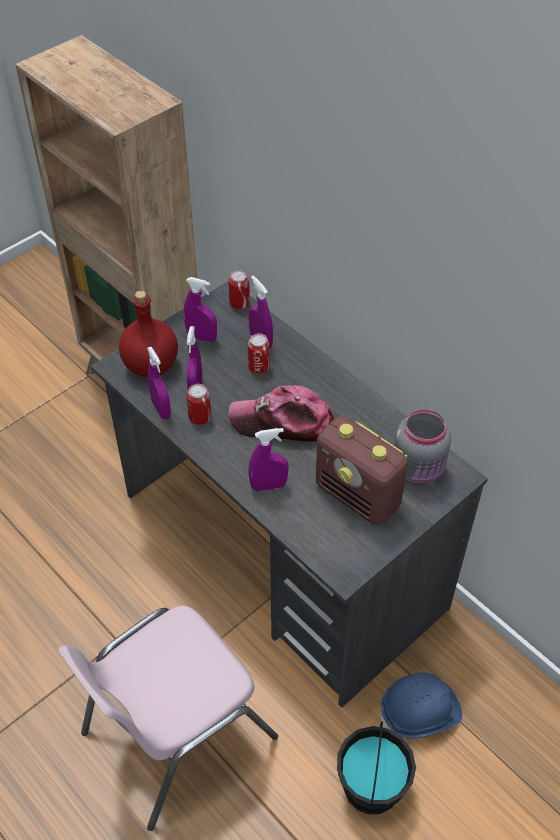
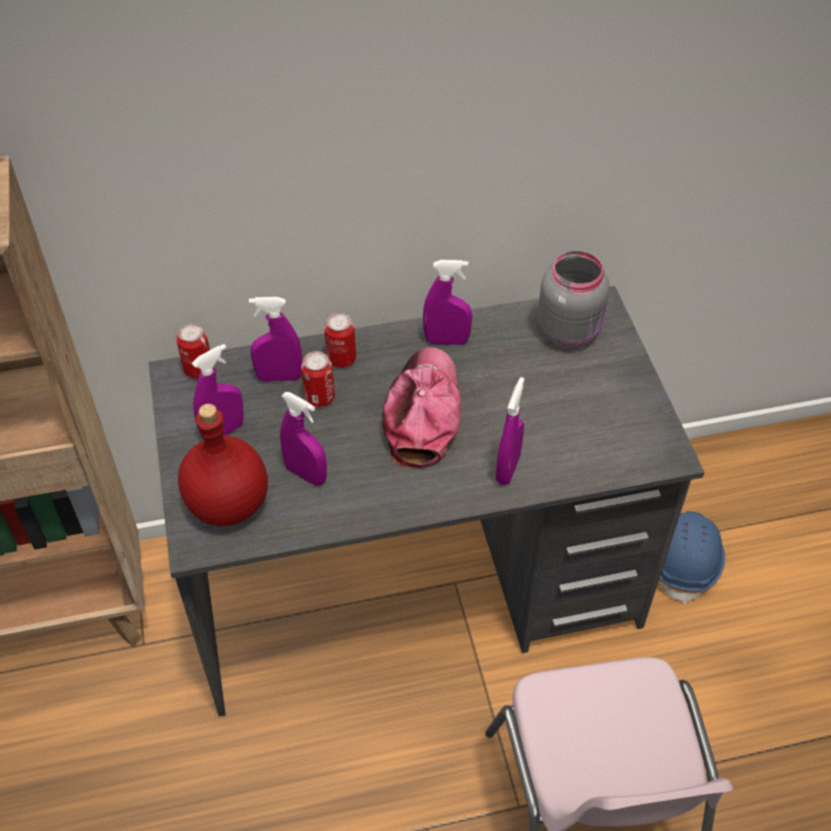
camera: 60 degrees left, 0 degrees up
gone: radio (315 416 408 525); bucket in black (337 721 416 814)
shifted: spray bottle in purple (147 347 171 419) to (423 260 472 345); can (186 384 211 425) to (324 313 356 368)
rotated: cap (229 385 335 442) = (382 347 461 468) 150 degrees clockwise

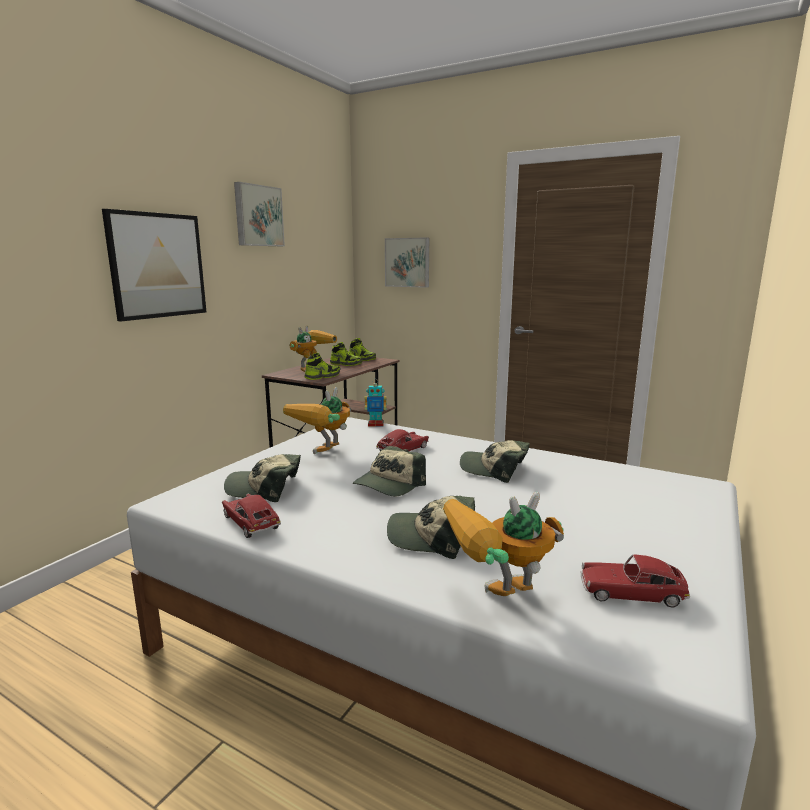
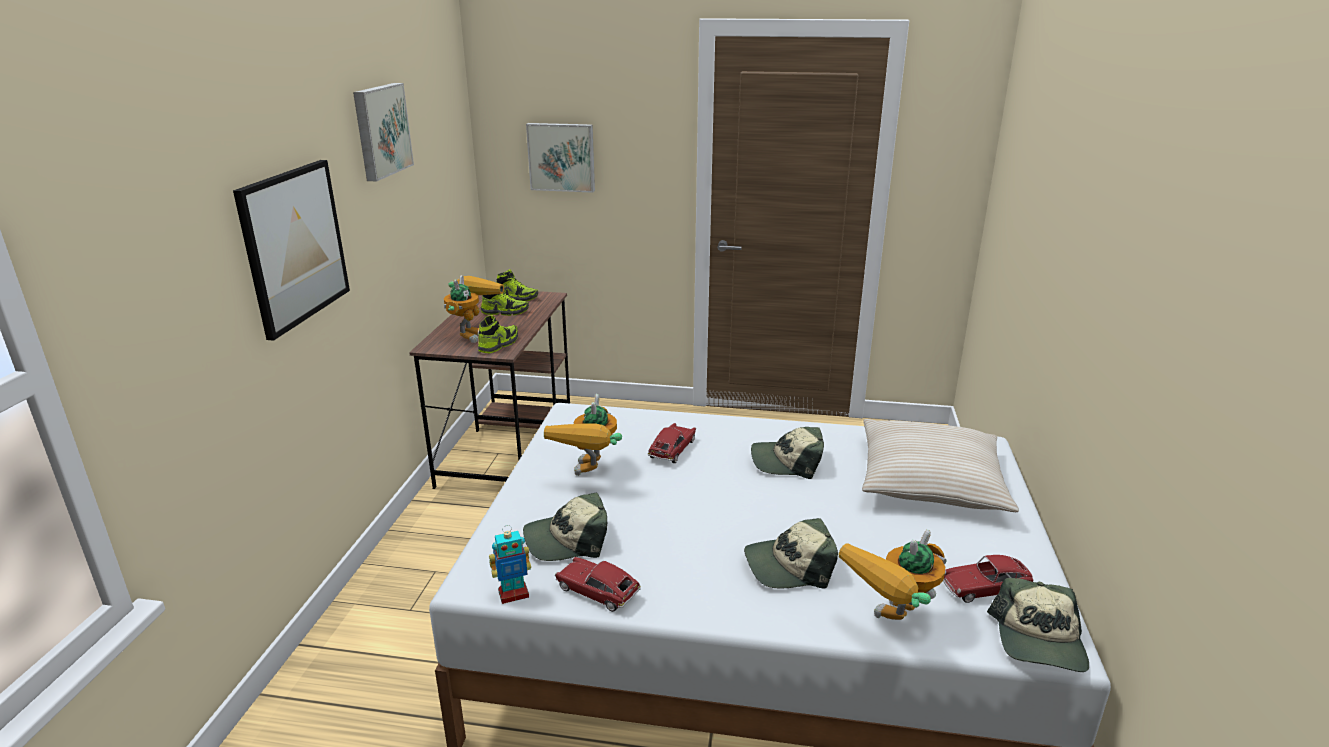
camera: 20 degrees left, 10 degrees up
new: pillow in beige (862 419 1019 512)
shifted: toy robot (365 379 387 427) to (489 525 531 604); cap (353 446 426 496) to (987 578 1089 672)

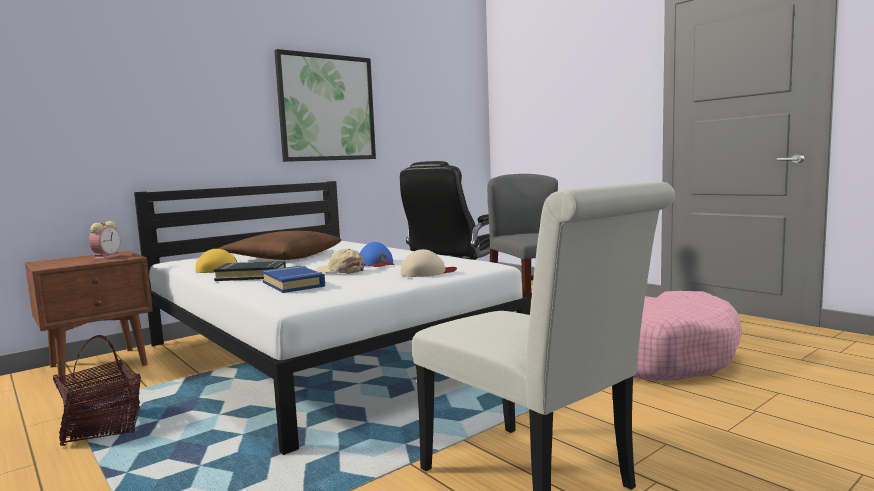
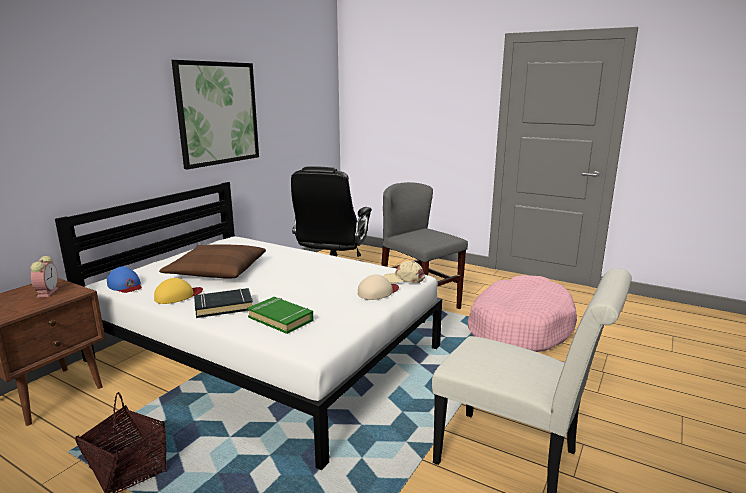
camera: 20 degrees left, 10 degrees up
shifted: cap in blue (359 242 394 267) to (107 266 142 293); cap in beige (316 248 365 274) to (384 261 425 283)
repainted: book in blue (262 266 325 293) to book in green (247 297 314 334)

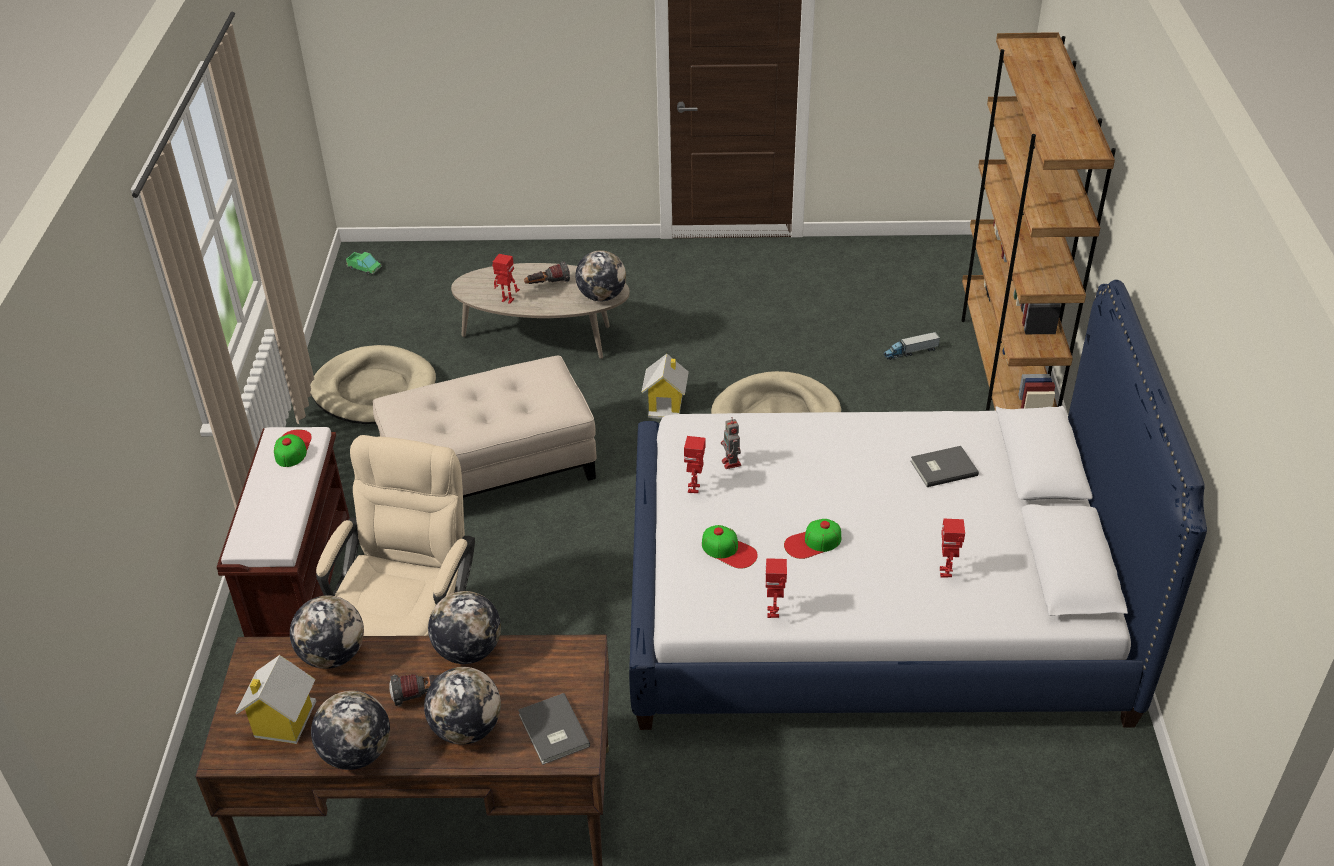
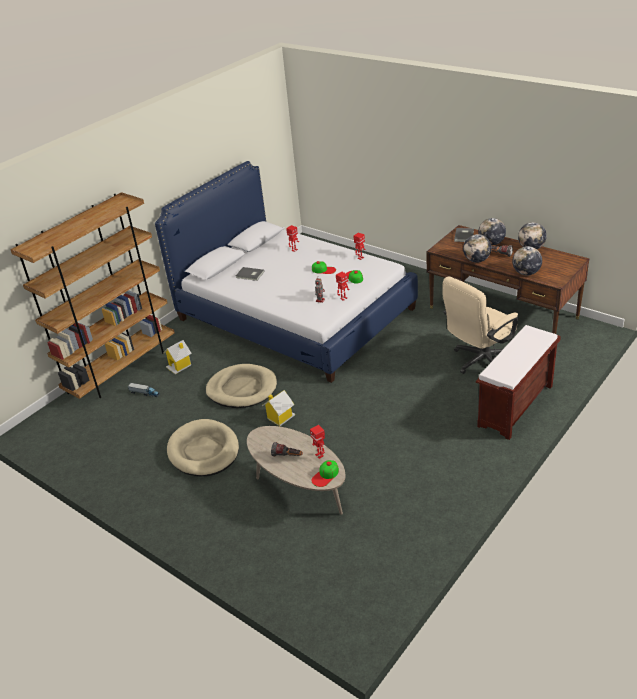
camera: 140 degrees left, 5 degrees down
gone: globe (575 250 626 301); toy truck (346 252 382 275); ottoman in beige (373 356 597 498)
shifted: dog bed in beige (310 345 436 424) to (167 419 239 476); cap (274 429 312 467) to (311 460 339 487); toy house (235 655 316 744) to (163 340 192 374)

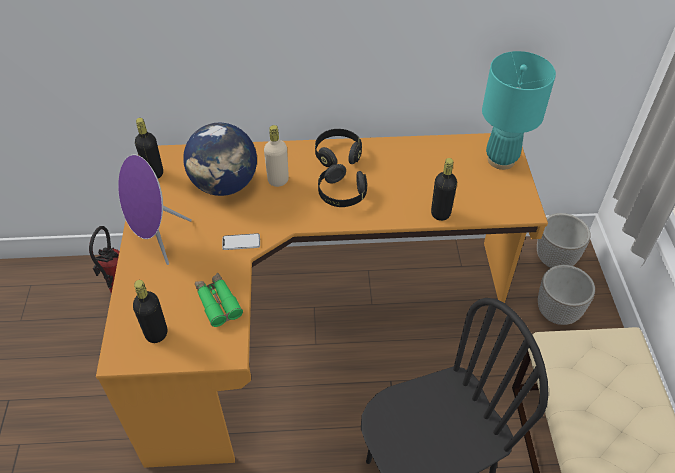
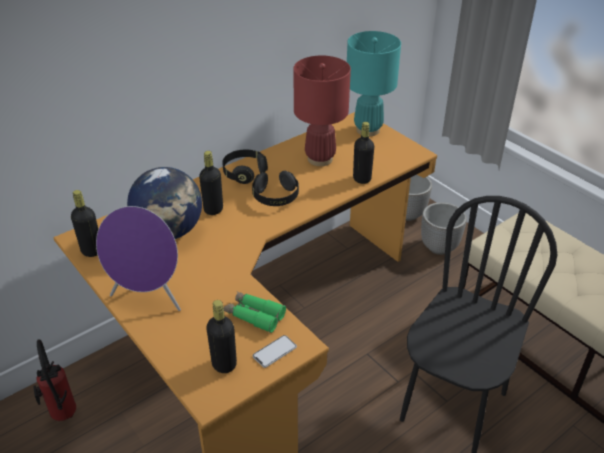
camera: 35 degrees left, 10 degrees down
new: table lamp in red (293 56 351 166)
shifted: phone (222 233 260 250) to (252 335 297 368)
repainted: bottle in beige (264 125 289 187) to bottle in black (199 151 223 215)

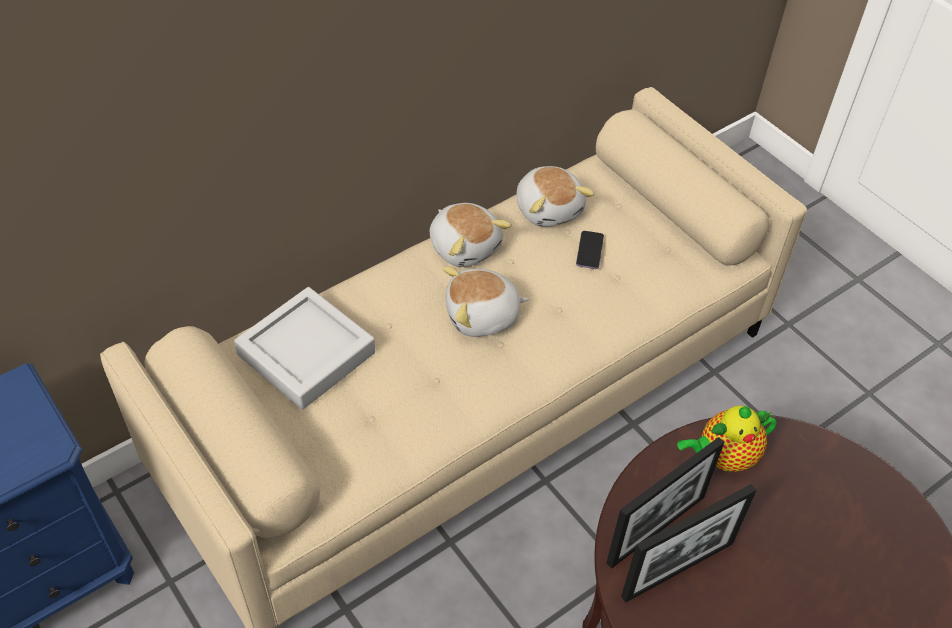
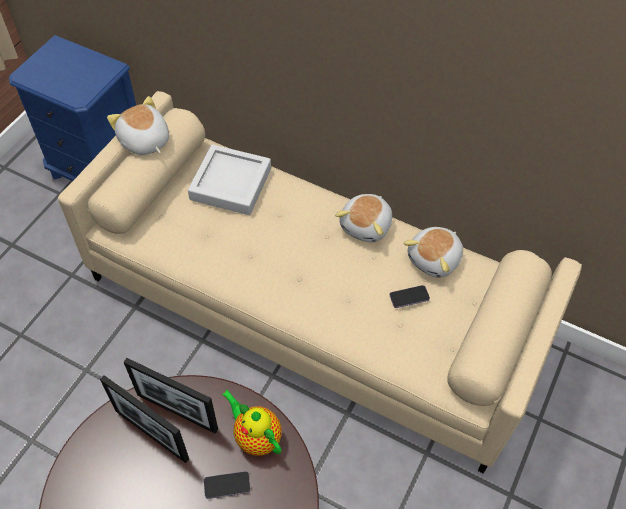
camera: 65 degrees right, 5 degrees up
new: phone (204 471 251 499)
shifted: plush toy (443 267 529 337) to (107 96 169 155)

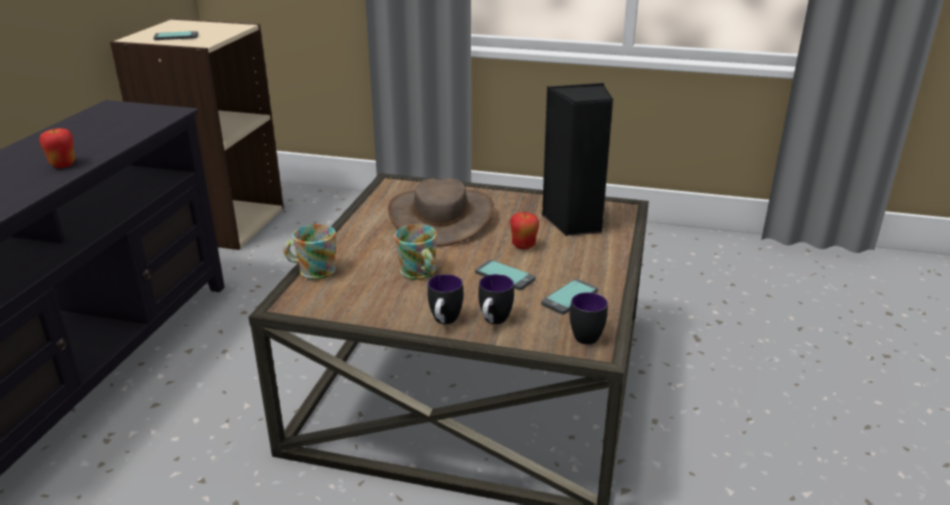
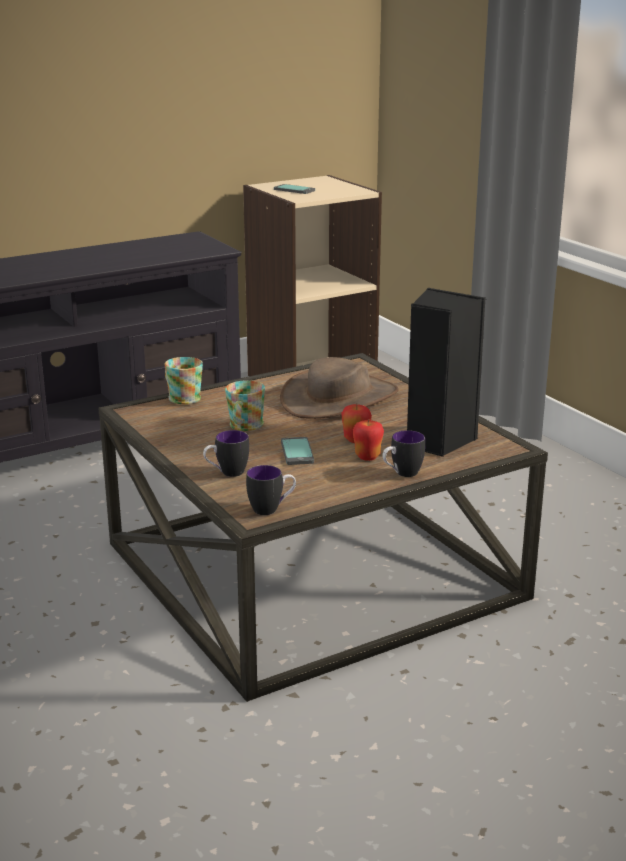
camera: 45 degrees right, 5 degrees down
gone: phone (541 279 598 314)
shifted: apple (39 126 75 168) to (353 420 384 461); mug (428 274 463 324) to (382 430 425 477)

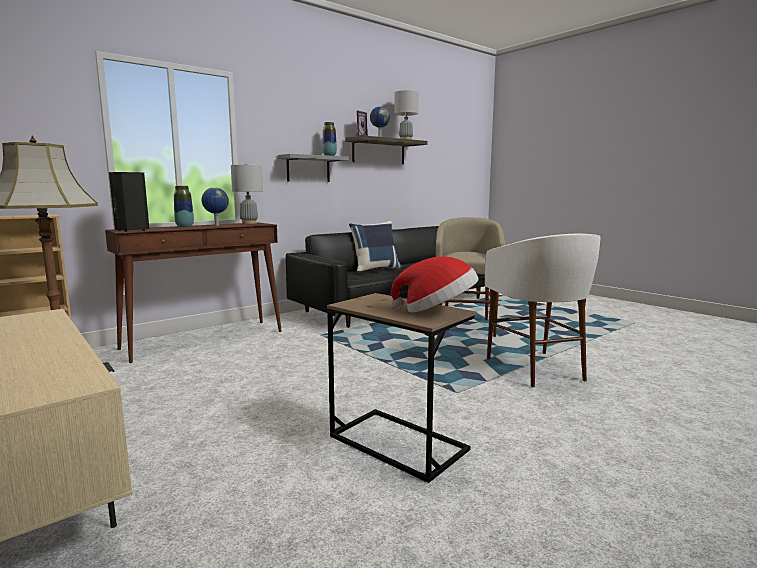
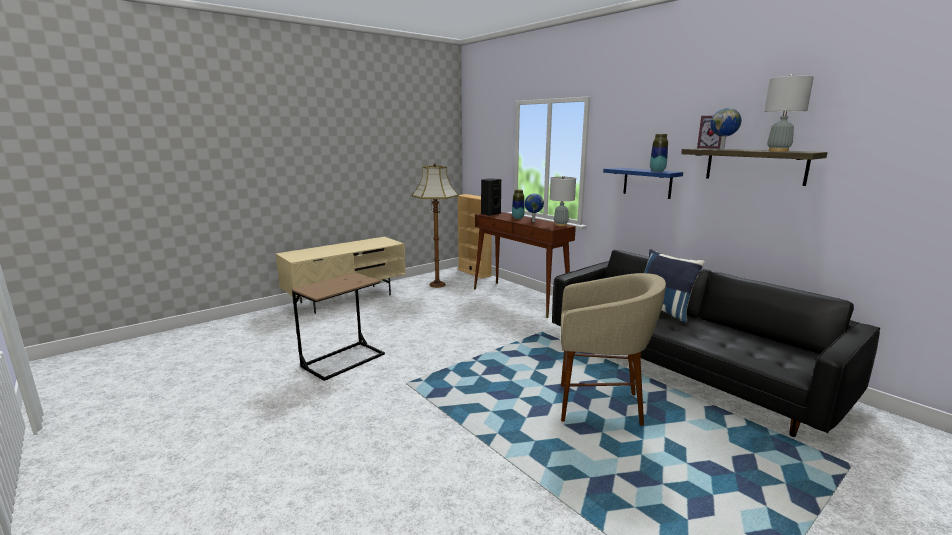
camera: 90 degrees right, 5 degrees up
gone: stool in white (485 234 601 387); hat (391 256 479 313)
repainted: shelf in grey (278 154 349 182) to shelf in blue (603 168 683 199)

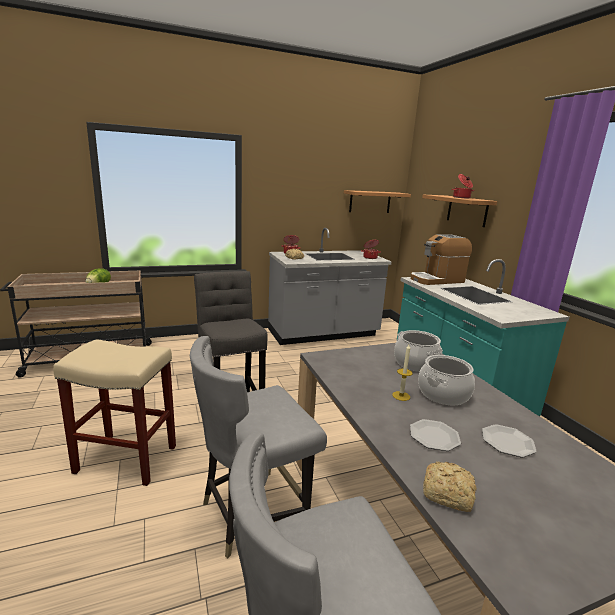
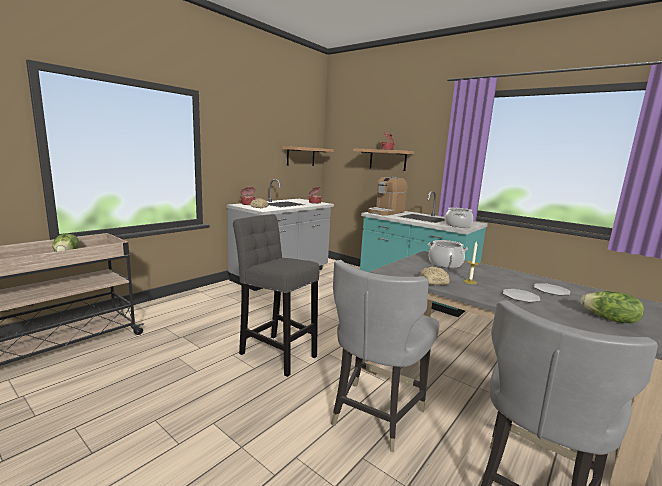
camera: 30 degrees left, 5 degrees down
gone: stool in beige (53 339 176 486)
new: lettuce (581 291 644 324)
shifted: cooking pot (418 355 475 405) to (445 207 473 227); bread (423 462 477 512) to (420 266 450 285)

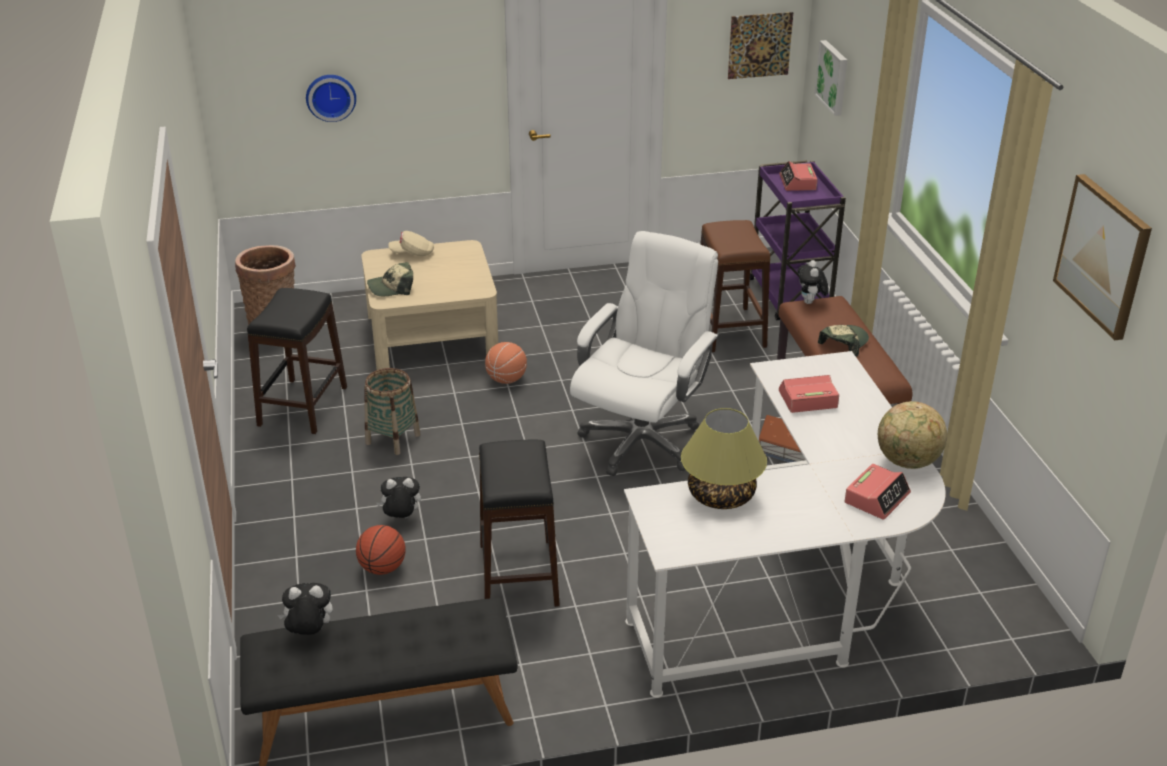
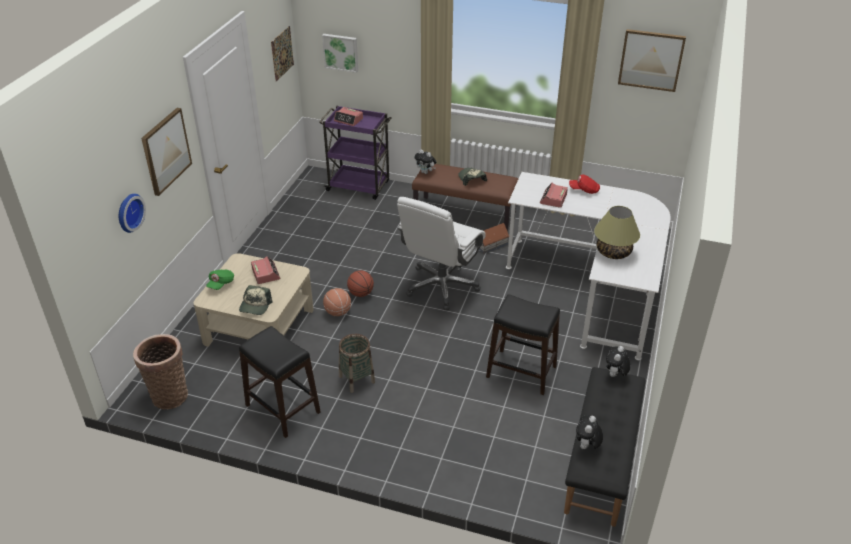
camera: 60 degrees left, 5 degrees up
gone: stool in brown (700 220 770 352); globe (878 401 947 469)
new: picture (141 108 192 196); cap in red (569 174 600 194)
shifted: alarm clock (844 464 911 520) to (251 256 280 284); plush toy (377 477 421 518) to (606 346 630 377); basketball (356 525 406 575) to (347 270 374 297)
repainted: cap in beige (389 231 434 256) to cap in green (206 270 234 290)
rotated: office chair in white (570 231 719 476) = (397 197 486 310) 120 degrees counterclockwise

